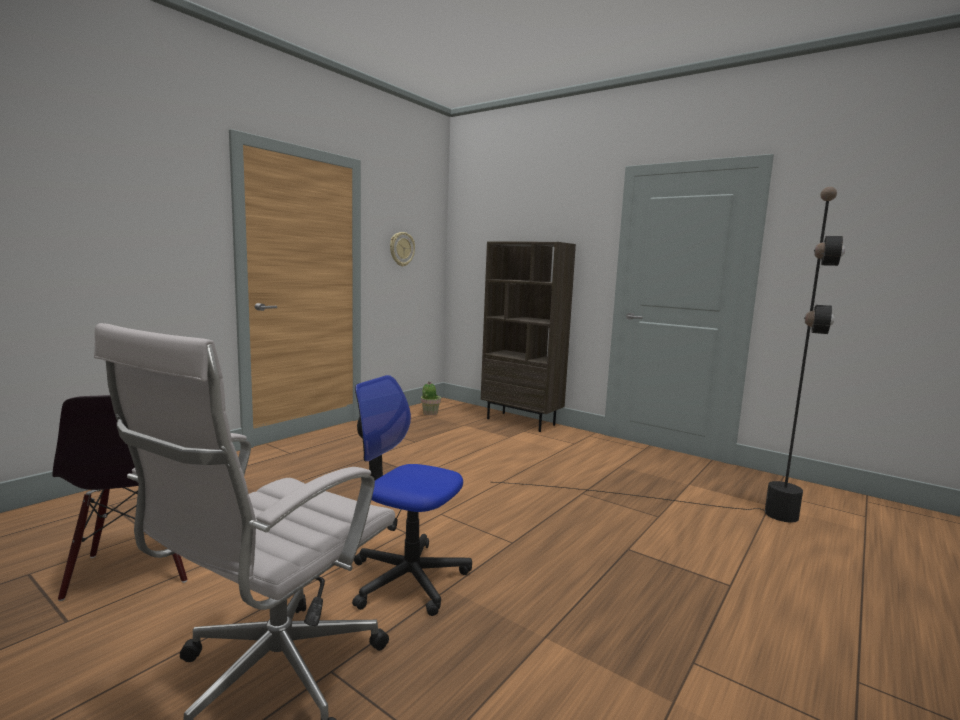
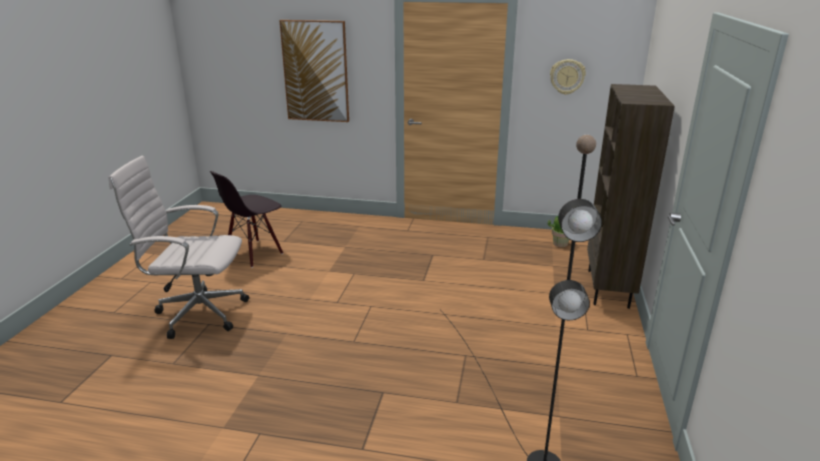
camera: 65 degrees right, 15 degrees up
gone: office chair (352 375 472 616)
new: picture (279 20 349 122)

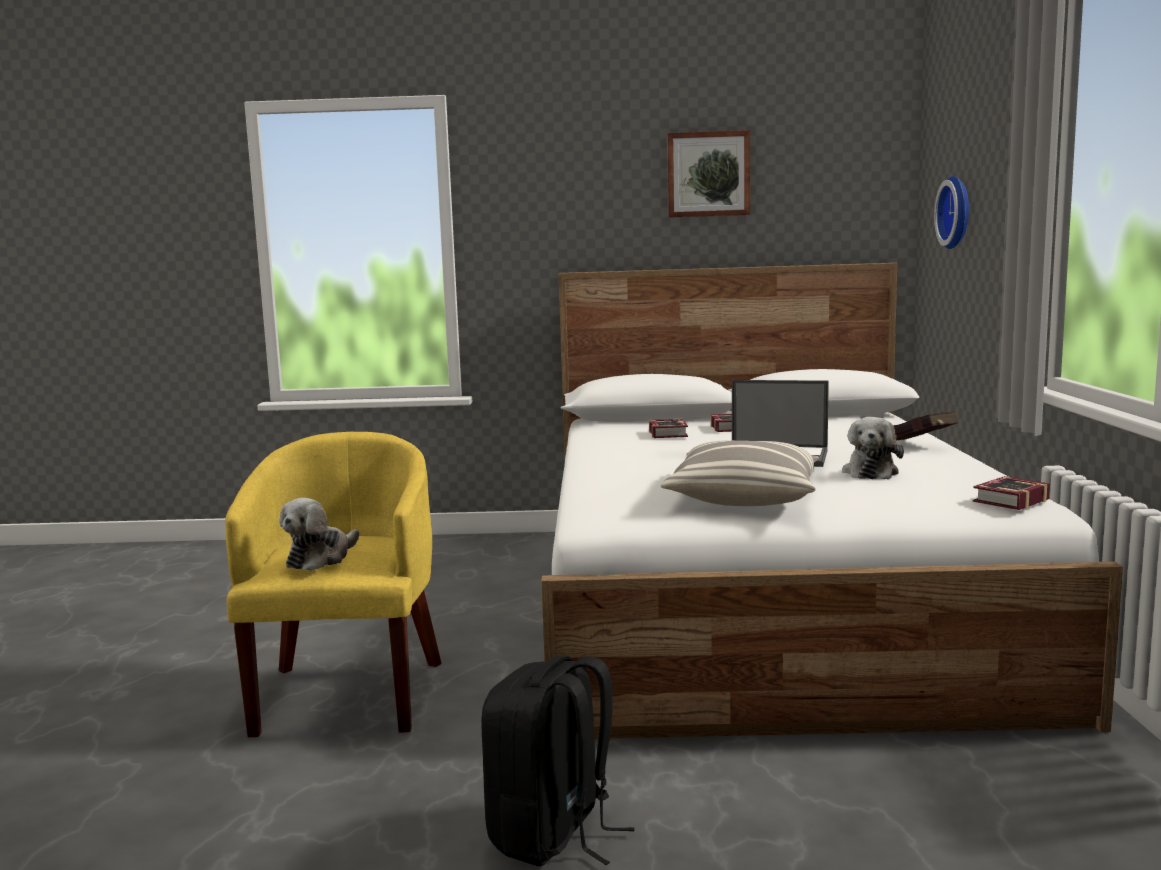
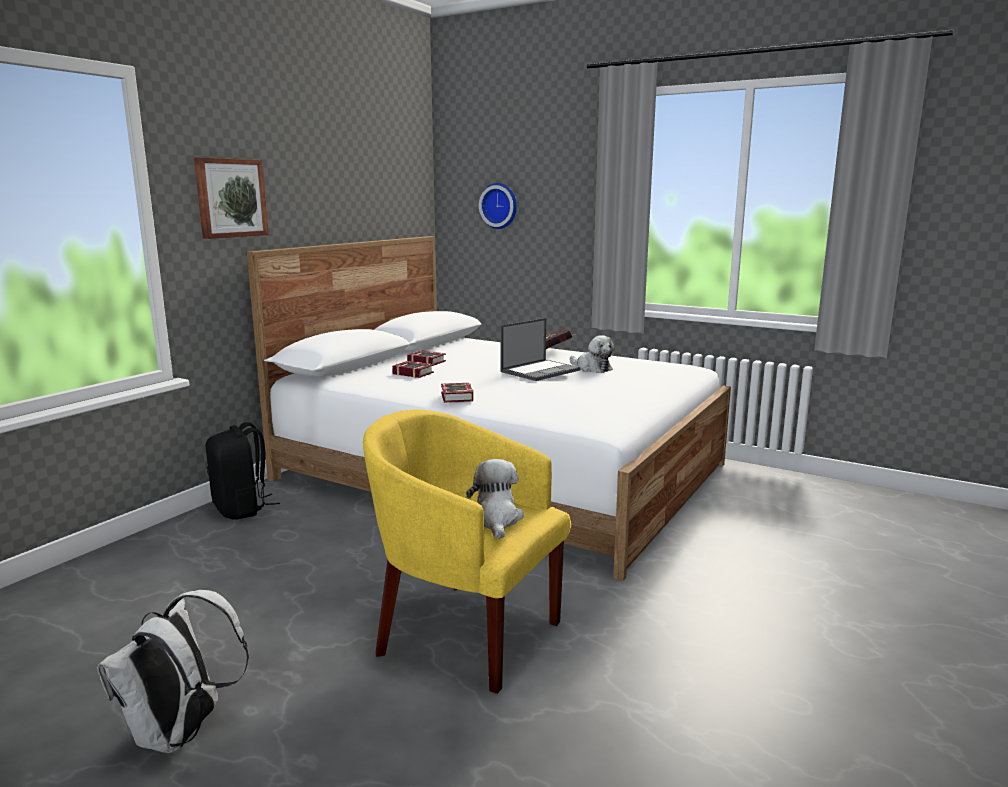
camera: 60 degrees left, 5 degrees up
gone: pillow (661 440 819 506)
new: backpack in white (97 590 249 753)
shifted: picture (667 130 750 218) to (194 157 269 239); book (973 476 1050 510) to (441 383 474 403); backpack in black (481 655 635 866) to (206 422 280 520)
rotated: plush toy (279 498 360 571) = (466 459 524 539) 150 degrees counterclockwise

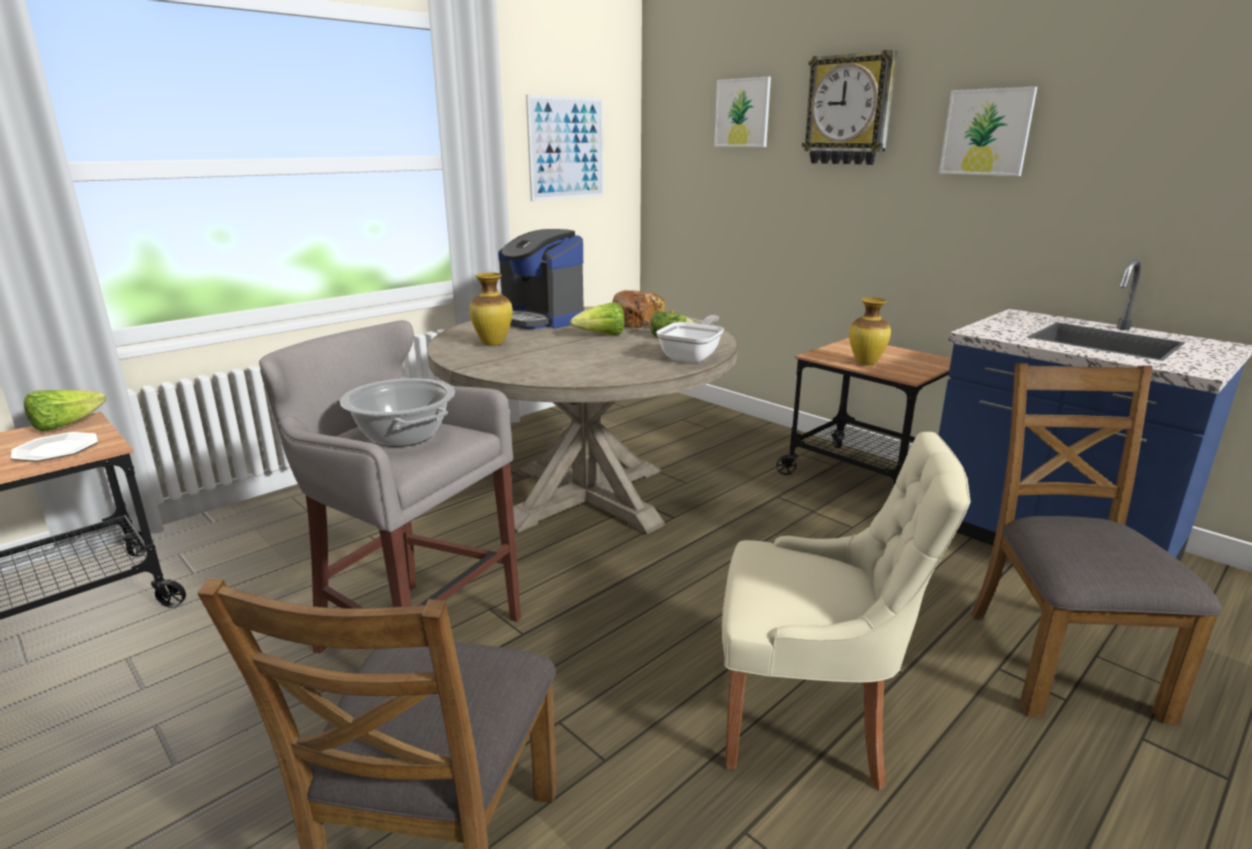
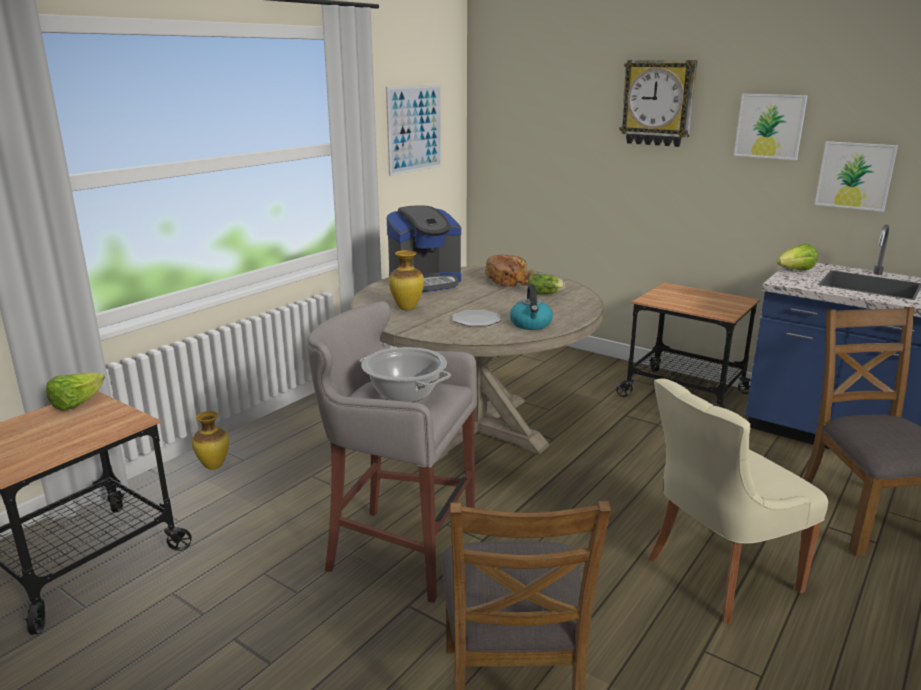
camera: 10 degrees left, 0 degrees up
gone: frying pan (656 315 724 363)
new: kettle (510 285 553 330)
shifted: picture (714 77 771 147) to (815 141 898 212); vase (849 298 891 365) to (192 411 229 470); lettuce (570 302 625 335) to (777 244 818 270); plate (11 432 98 462) to (453 310 501 326)
rotated: coffee machine (498 229 584 329) = (387 205 461 293) 60 degrees counterclockwise; chair in beige (722 432 971 791) = (649 378 828 624) 150 degrees clockwise

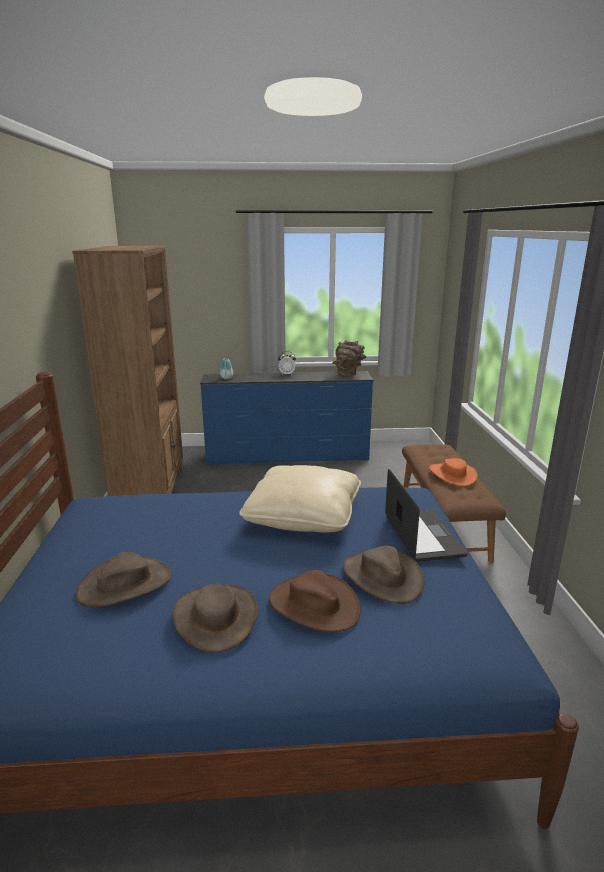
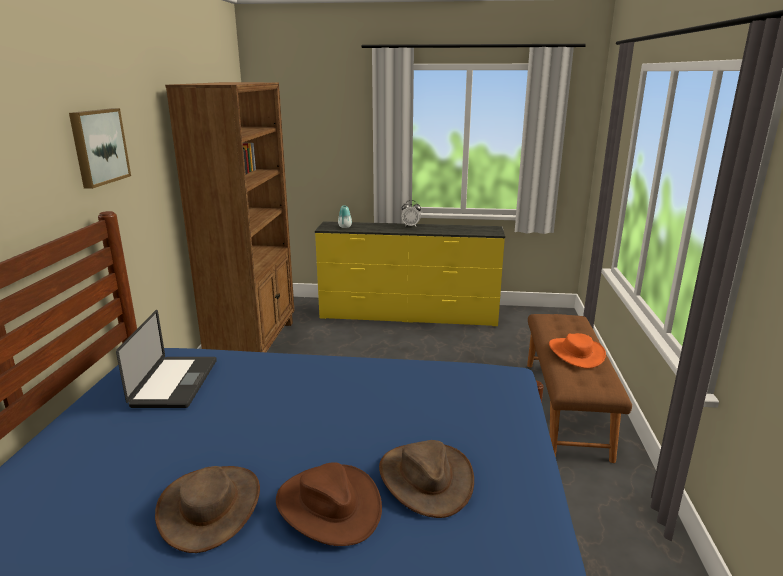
camera: 10 degrees right, 0 degrees up
gone: vase in brown (332 340 366 376); pillow in beige (239 465 361 533); hat in brown (76 552 171 608)
new: picture (69 108 131 189)
shifted: laptop (385 469 467 562) to (116 310 217 408)
repainted: dresser in blue (200 371 373 465) to dresser in yellow (315 221 505 326)

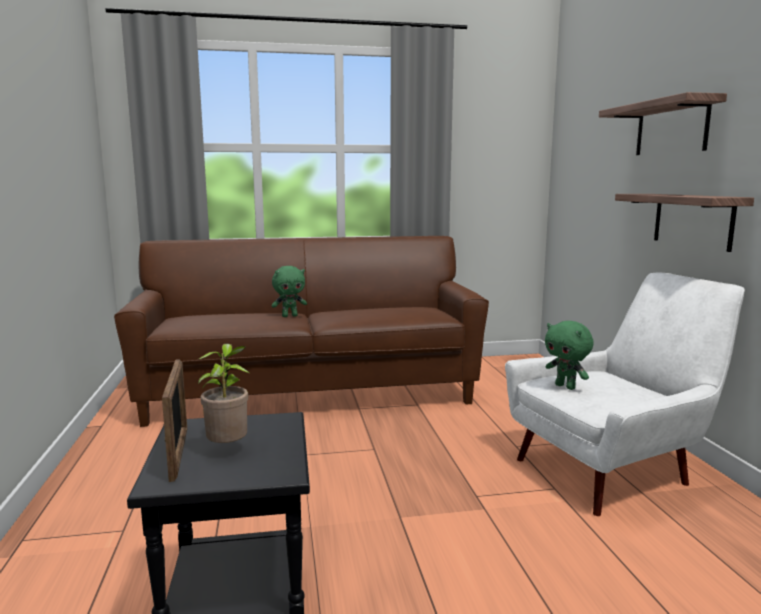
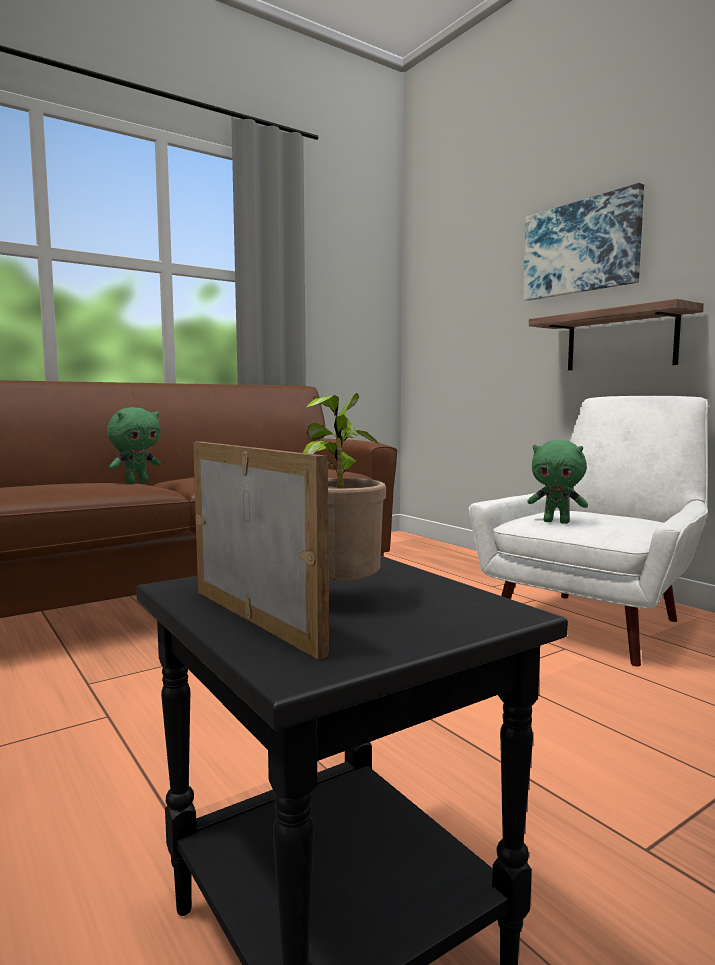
camera: 25 degrees left, 5 degrees down
swapped: shelf (599 92 727 155) to picture (523 183 644 301)

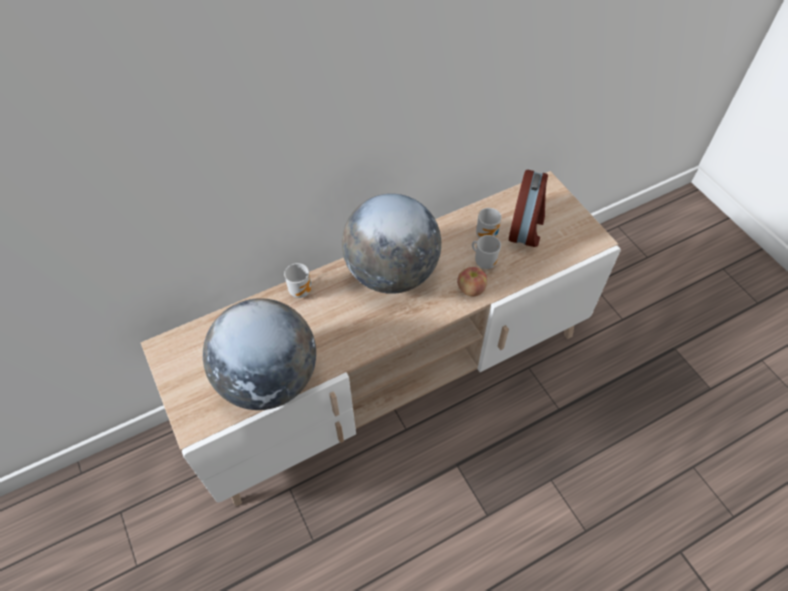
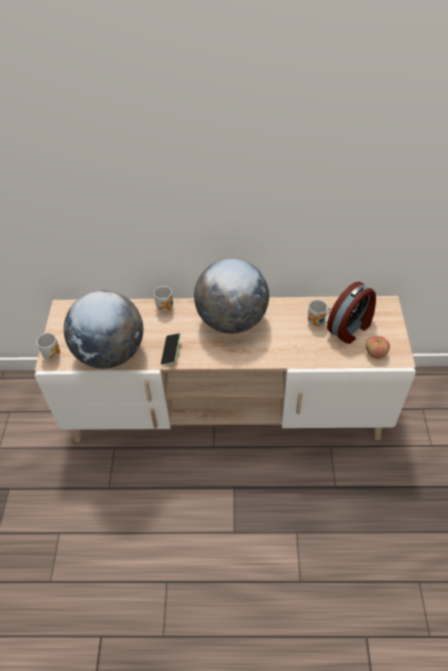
camera: 30 degrees right, 5 degrees down
new: phone (161 333 181 365)
shifted: mug (472 235 501 269) to (37 333 60 360); apple (457 267 487 296) to (366 336 390 359)

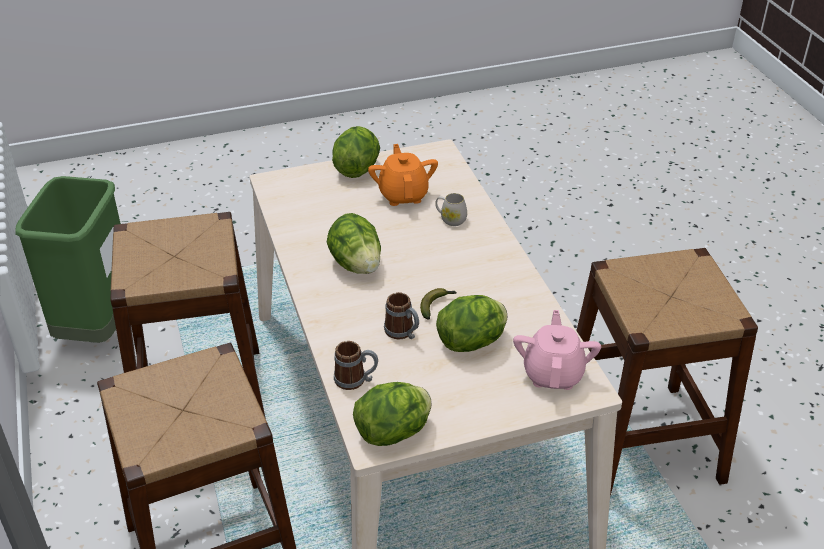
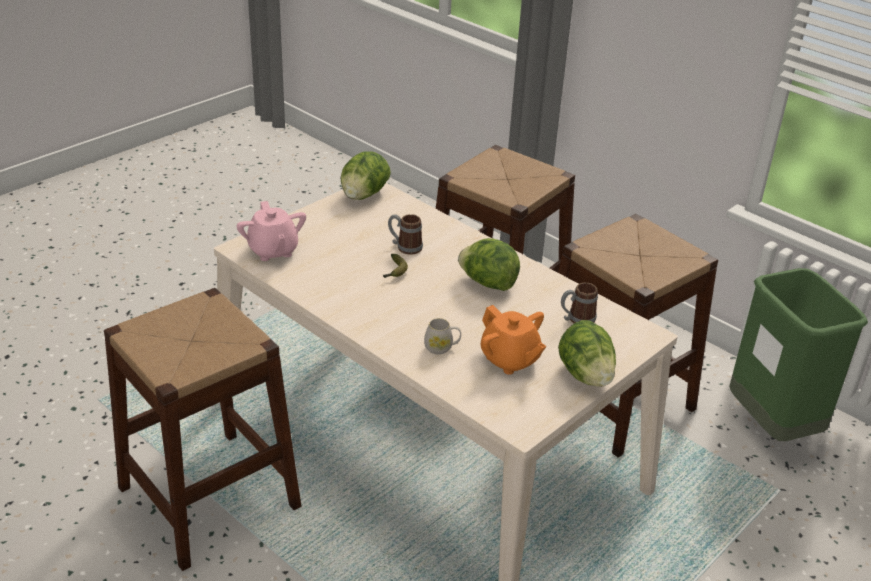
camera: 150 degrees right, 5 degrees down
gone: lettuce (436 295 507 352)
shifted: mug (334 341 378 390) to (561 283 598 323)

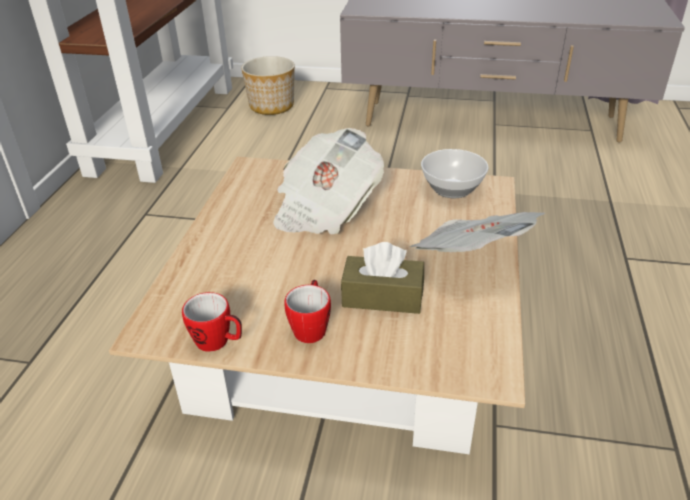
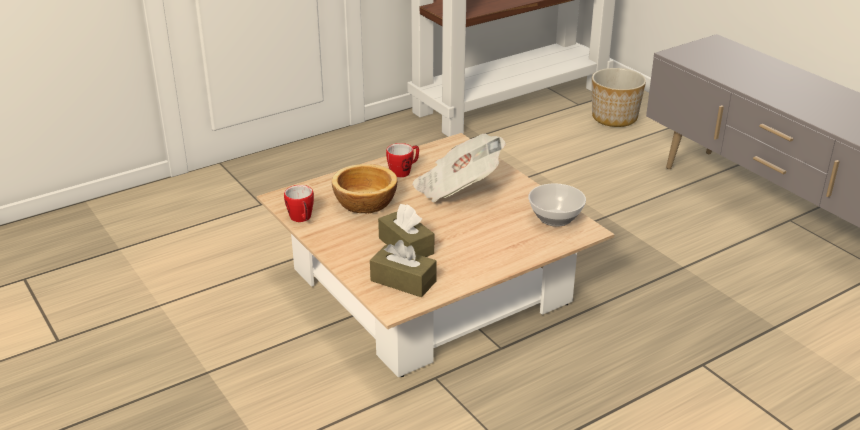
camera: 45 degrees right, 5 degrees down
gone: newspaper (409 212 546 252)
new: bowl (332 164 398 213); tissue box in brown (370 240 437 297)
shifted: mug (284 280 331 343) to (386 143 419 178)

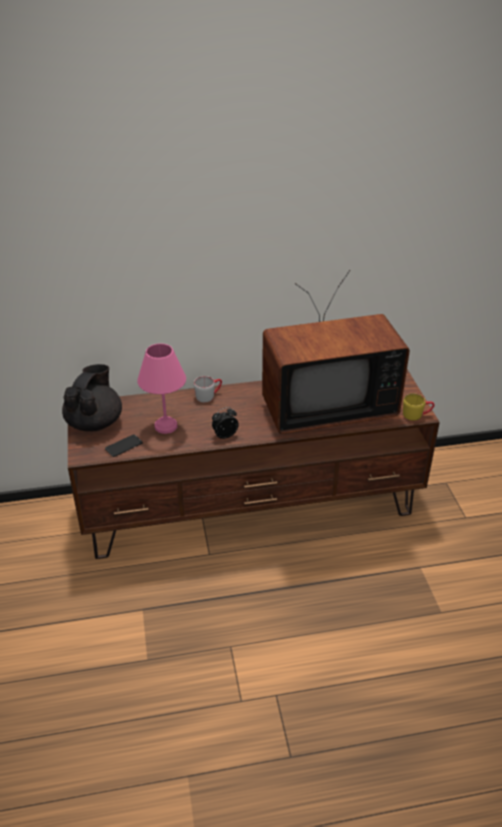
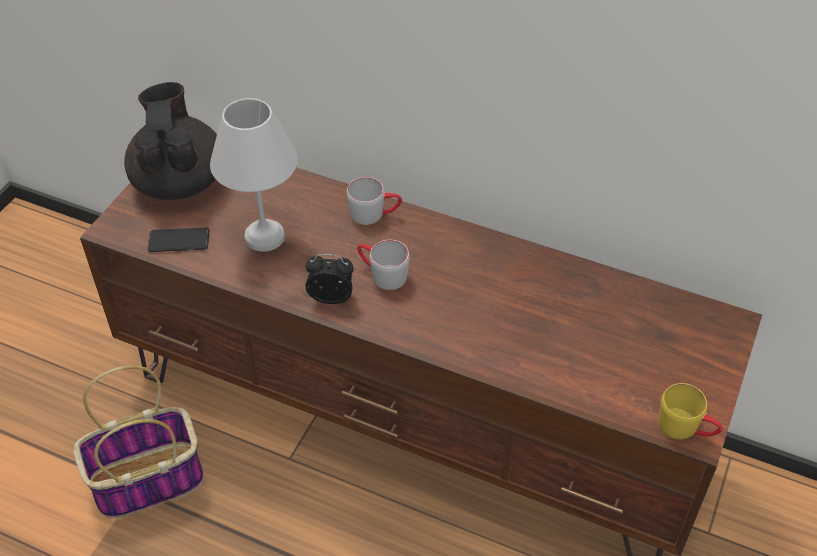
camera: 35 degrees right, 10 degrees up
gone: television (262 270 410 434)
new: mug in grey (357 240 410 290); basket (73 366 204 518)
repainted: table lamp in pink (137 344 186 434) to table lamp in white (210 98 298 252)
rotated: teapot in black (62 364 122 432) = (124 82 217 200) 60 degrees counterclockwise

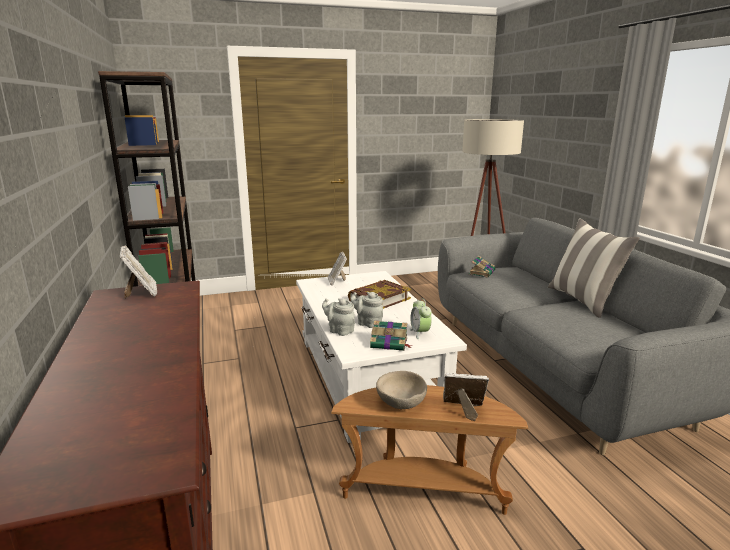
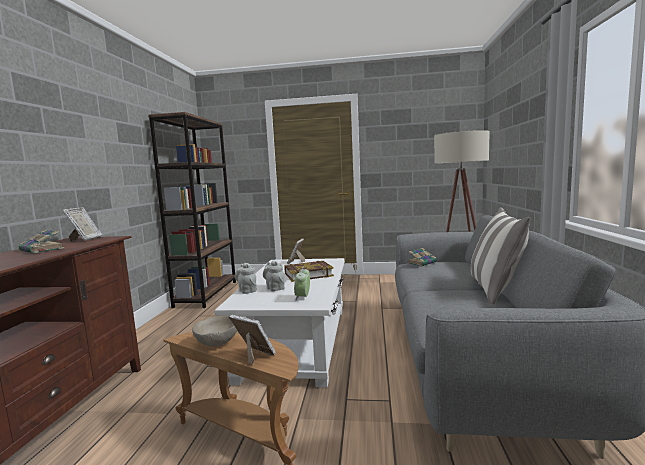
camera: 25 degrees right, 10 degrees down
shifted: book (370 320 412 351) to (19 229 64 254)

